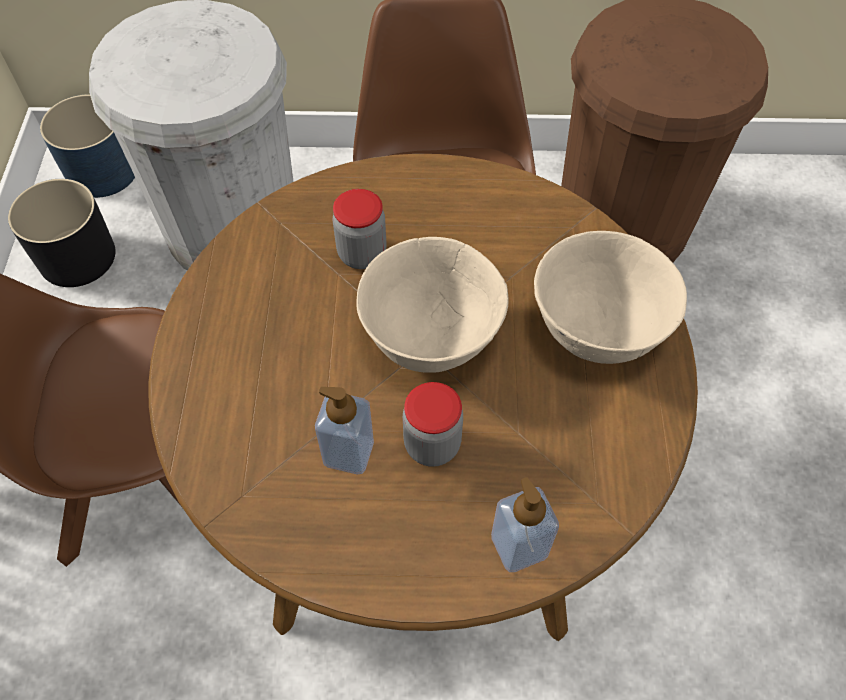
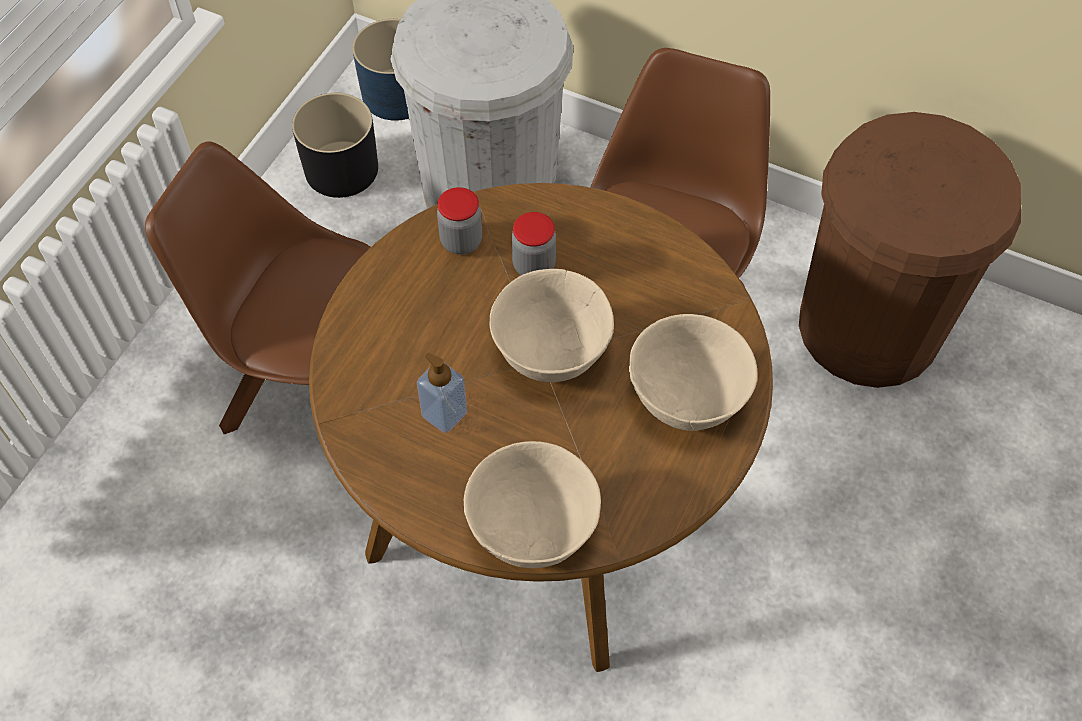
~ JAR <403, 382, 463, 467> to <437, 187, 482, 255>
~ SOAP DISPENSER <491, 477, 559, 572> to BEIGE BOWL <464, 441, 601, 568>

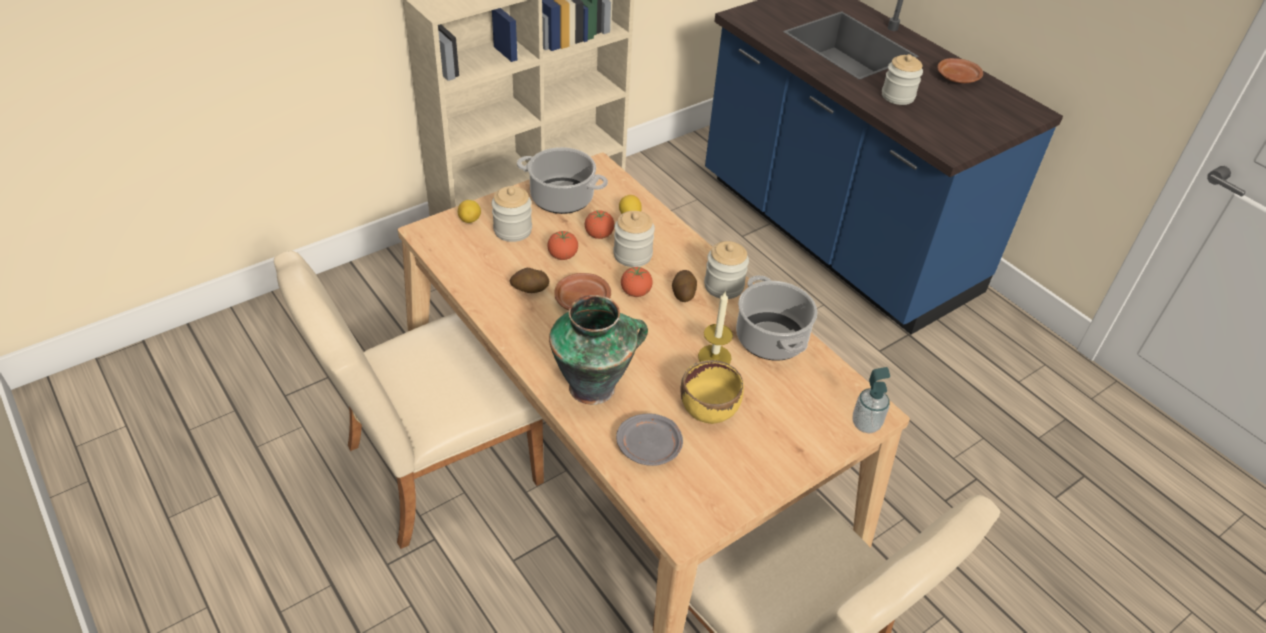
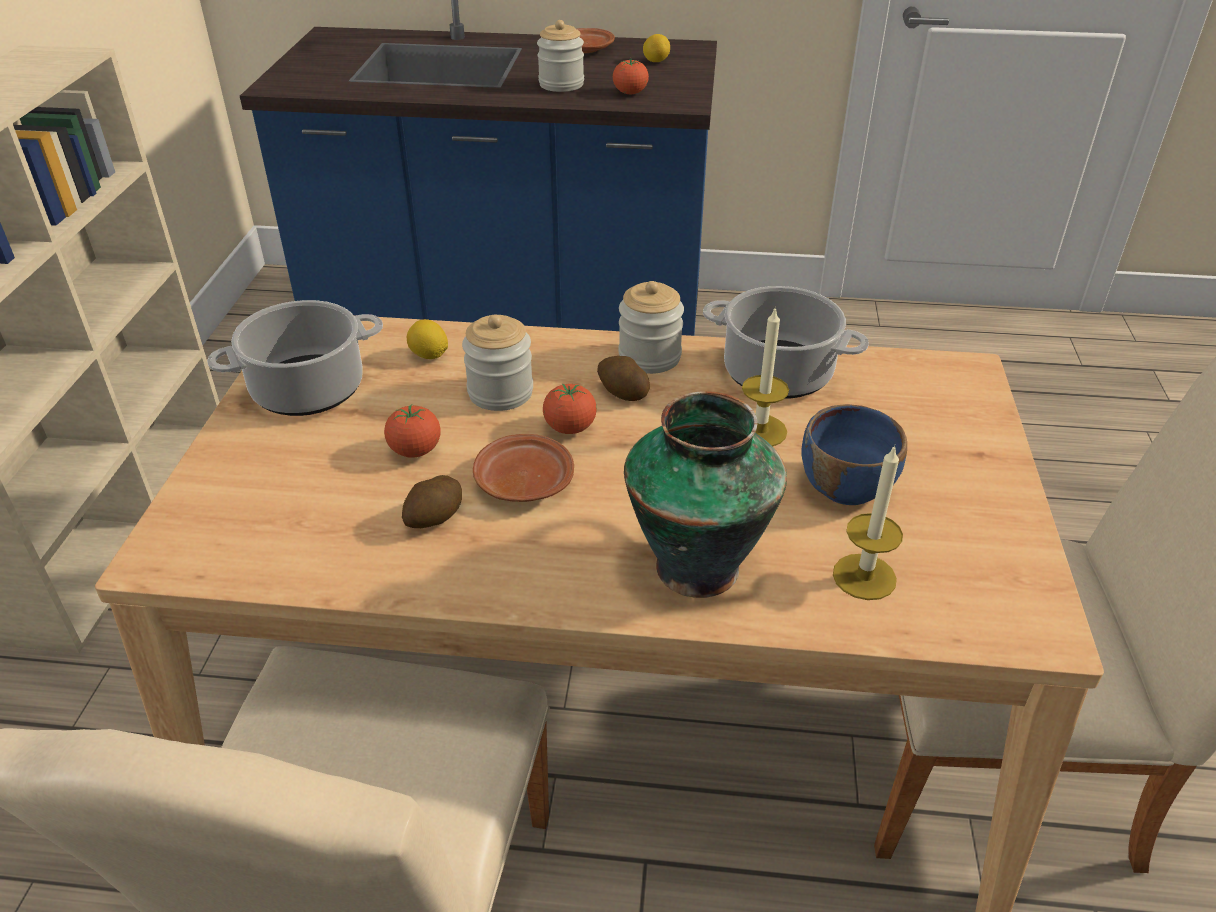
~ TOMATO <585, 210, 615, 239> to <613, 59, 649, 94>
~ LEMON <458, 200, 481, 223> to <643, 34, 670, 62>
~ YELLOW BOWL <681, 360, 744, 424> to BLUE BOWL <801, 404, 907, 505>
~ GREY PLATE <616, 414, 683, 466> to CANDLE <833, 445, 903, 600>
- JAR <492, 186, 532, 242>
- SOAP DISPENSER <853, 367, 890, 433>

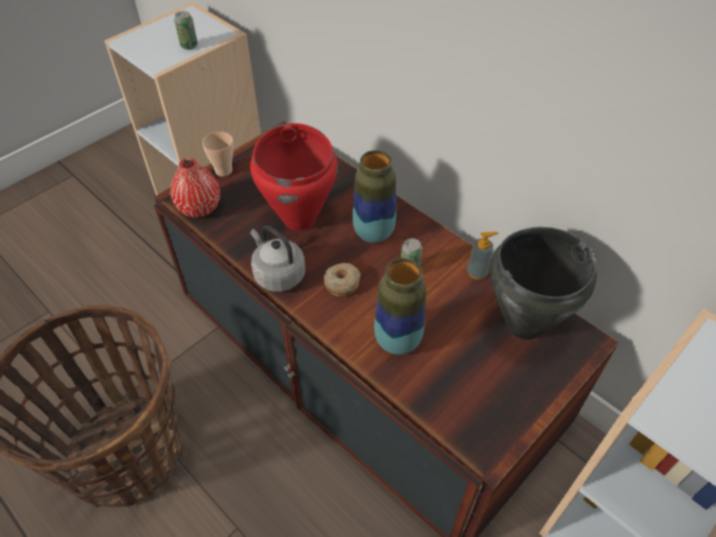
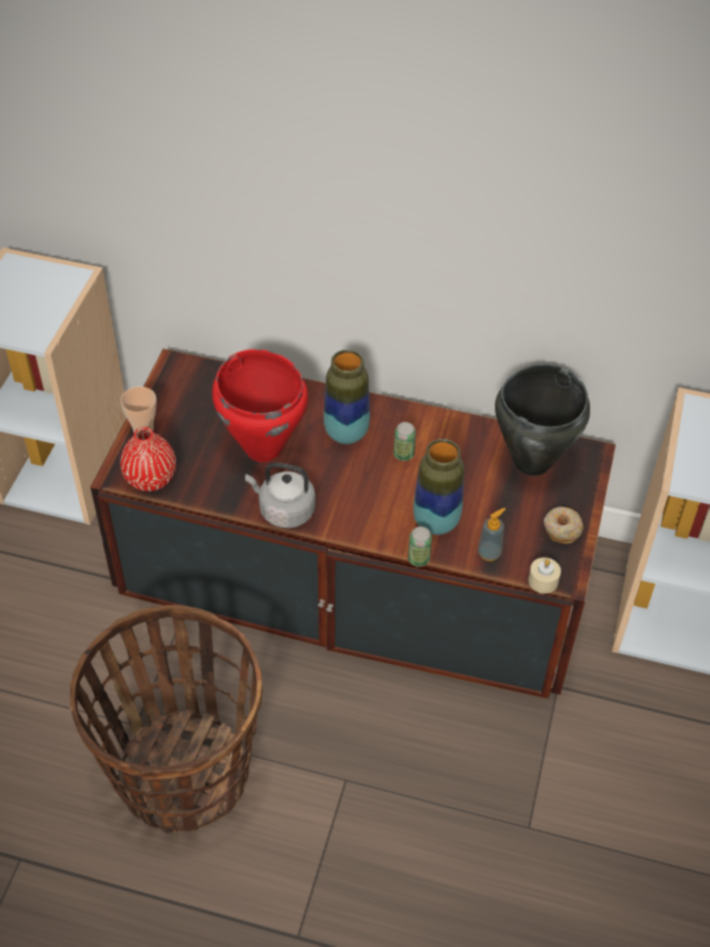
~ CAN <174, 11, 198, 50> to <408, 527, 432, 567>
~ SOAP DISPENSER <467, 232, 498, 280> to <478, 508, 506, 561>
+ BEIGE CANDLE <528, 557, 561, 594>
~ DONUT <324, 263, 360, 297> to <544, 506, 584, 544>

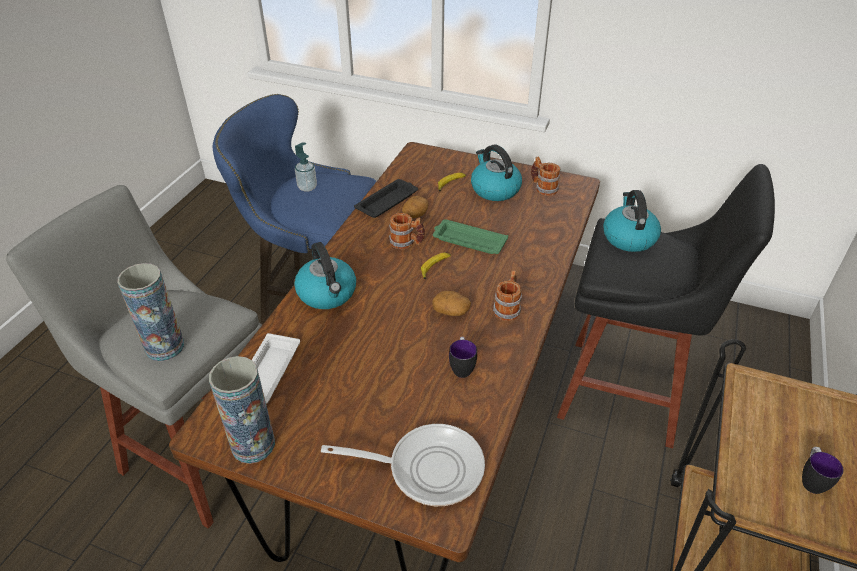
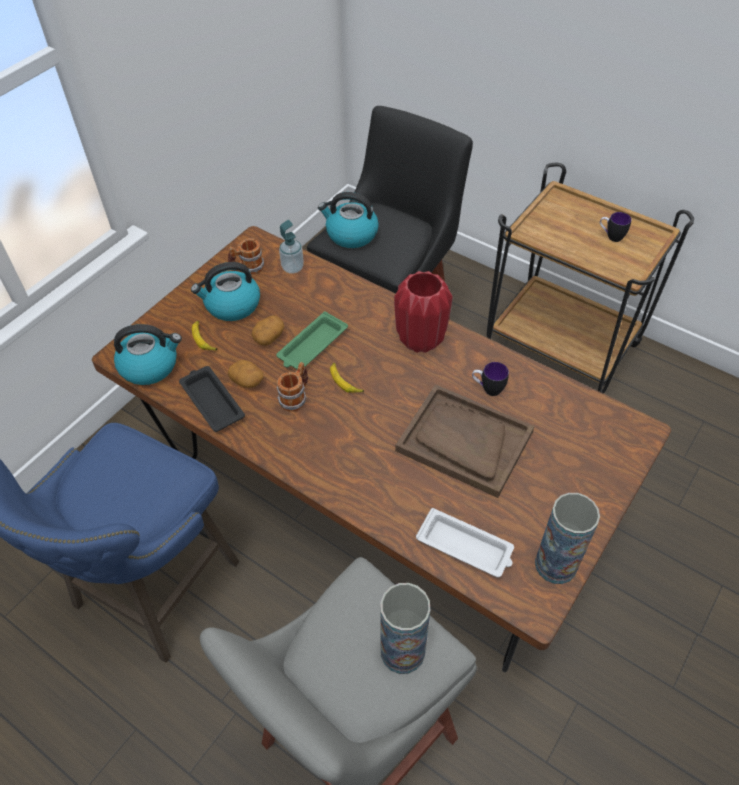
~ KETTLE <294, 242, 356, 309> to <114, 324, 182, 385>
~ POTATO <432, 291, 471, 316> to <252, 315, 284, 346>
~ SOAP DISPENSER <295, 142, 317, 192> to <279, 220, 304, 274>
~ MUG <493, 270, 522, 321> to RED VASE <394, 271, 453, 353>
+ BROWN TRAY <395, 384, 534, 498>
- FRYING PAN <321, 424, 485, 506>

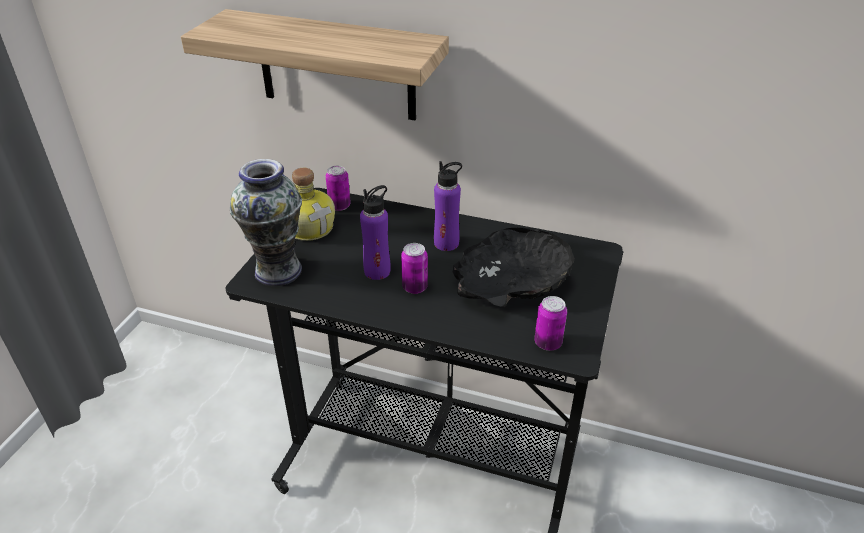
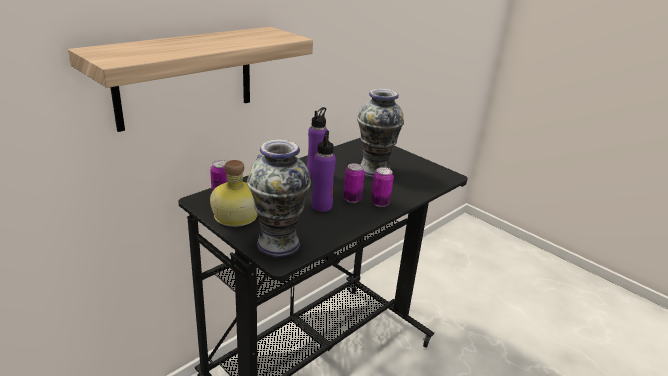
~ BLACK BOWL <453, 228, 575, 307> to VASE <357, 89, 404, 178>
~ CAN <534, 296, 567, 351> to <371, 167, 394, 207>

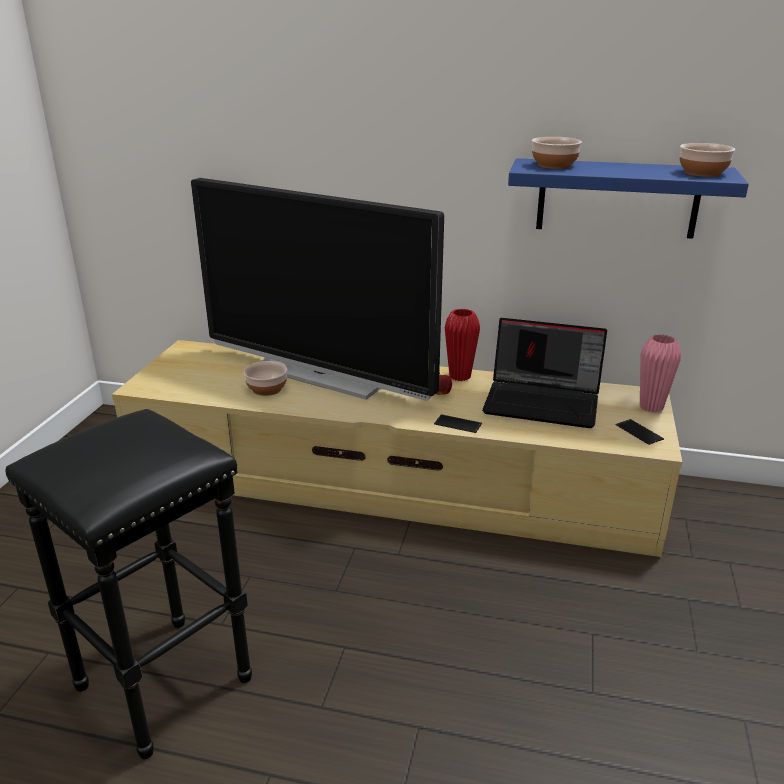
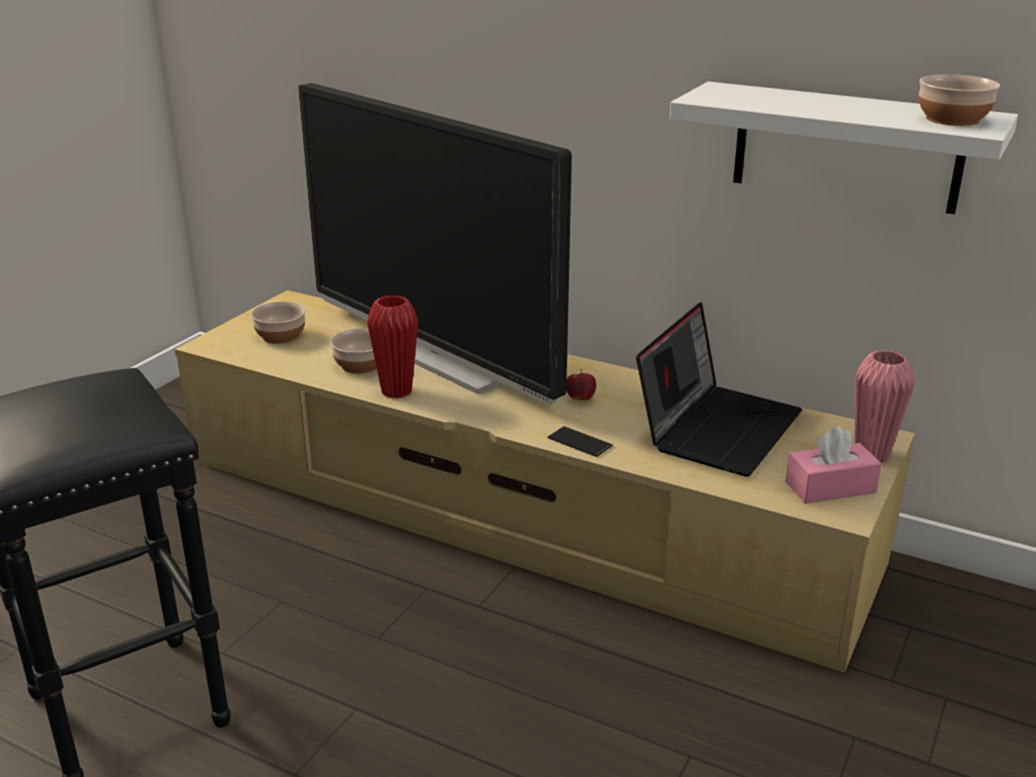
~ BOWL <532, 137, 582, 169> to <251, 301, 306, 344>
~ RED VASE <445, 309, 480, 381> to <367, 295, 418, 398>
~ LAPTOP <482, 318, 607, 428> = <636, 302, 802, 477> 90 degrees counterclockwise
~ BLUE SHELF <508, 158, 749, 239> to WHITE SHELF <670, 81, 1018, 214>
~ PHONE <615, 419, 664, 445> to PINK TISSUE BOX <785, 426, 882, 504>

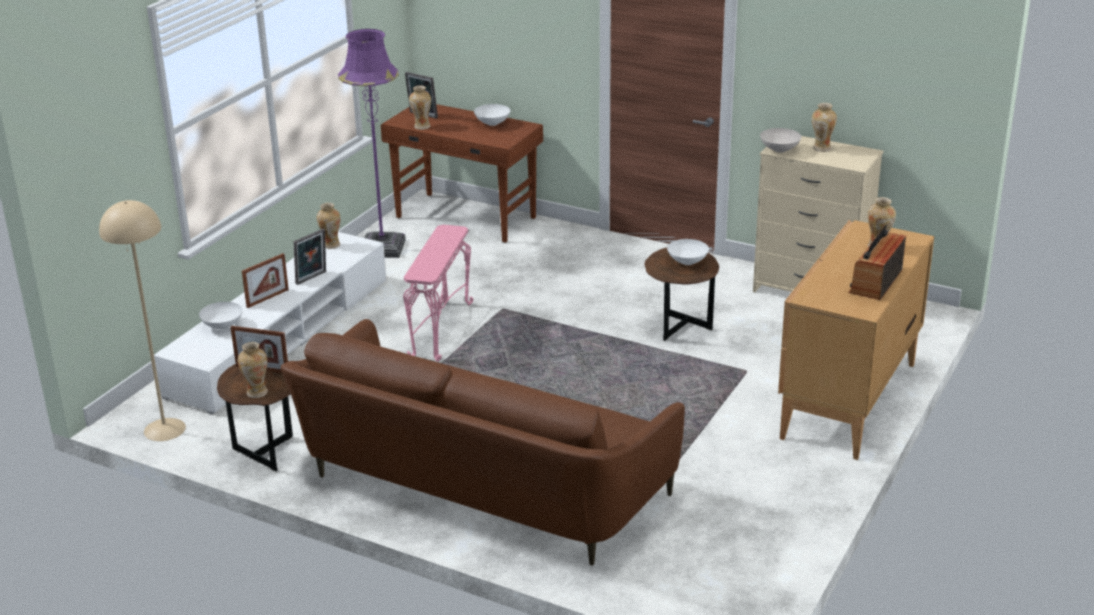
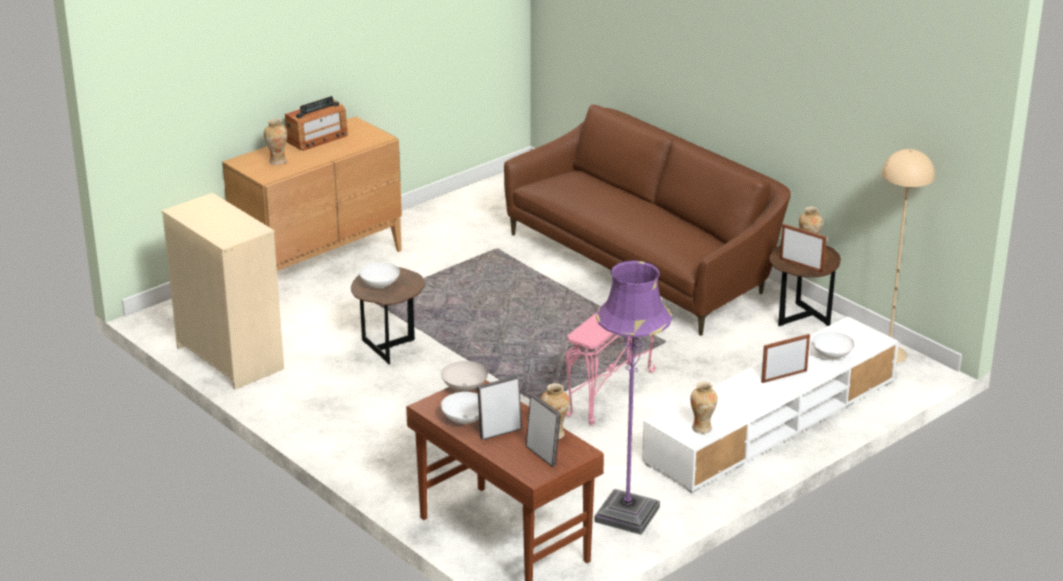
~ WHITE BOWL <760, 128, 801, 153> to <441, 361, 488, 392>
~ PICTURE FRAME <293, 229, 326, 285> to <477, 376, 522, 440>
- VASE <812, 103, 837, 152>

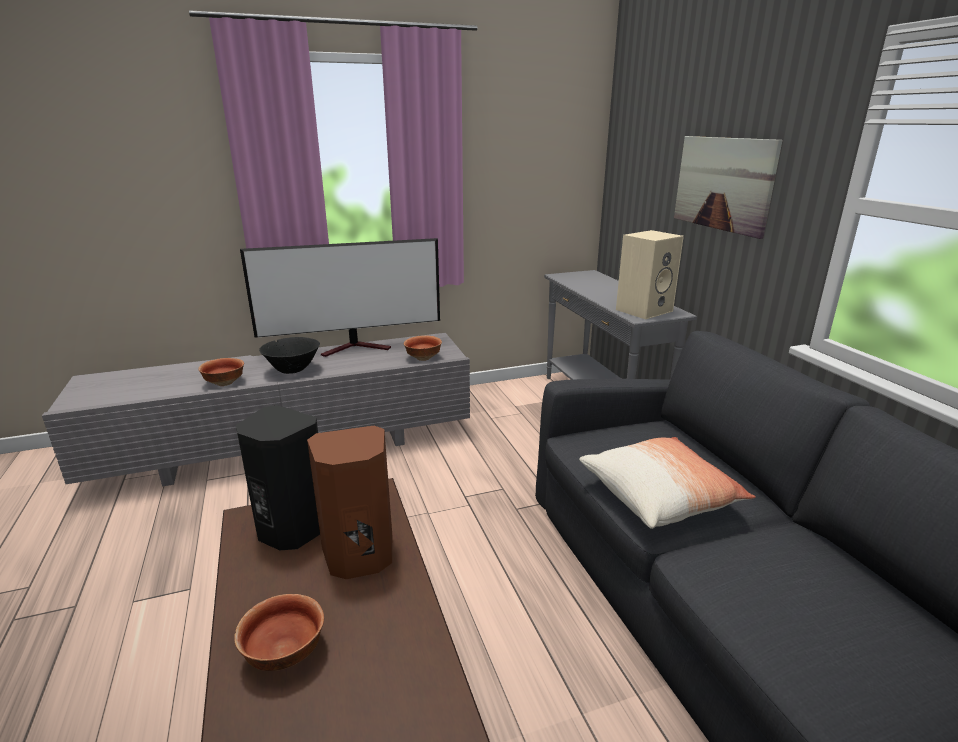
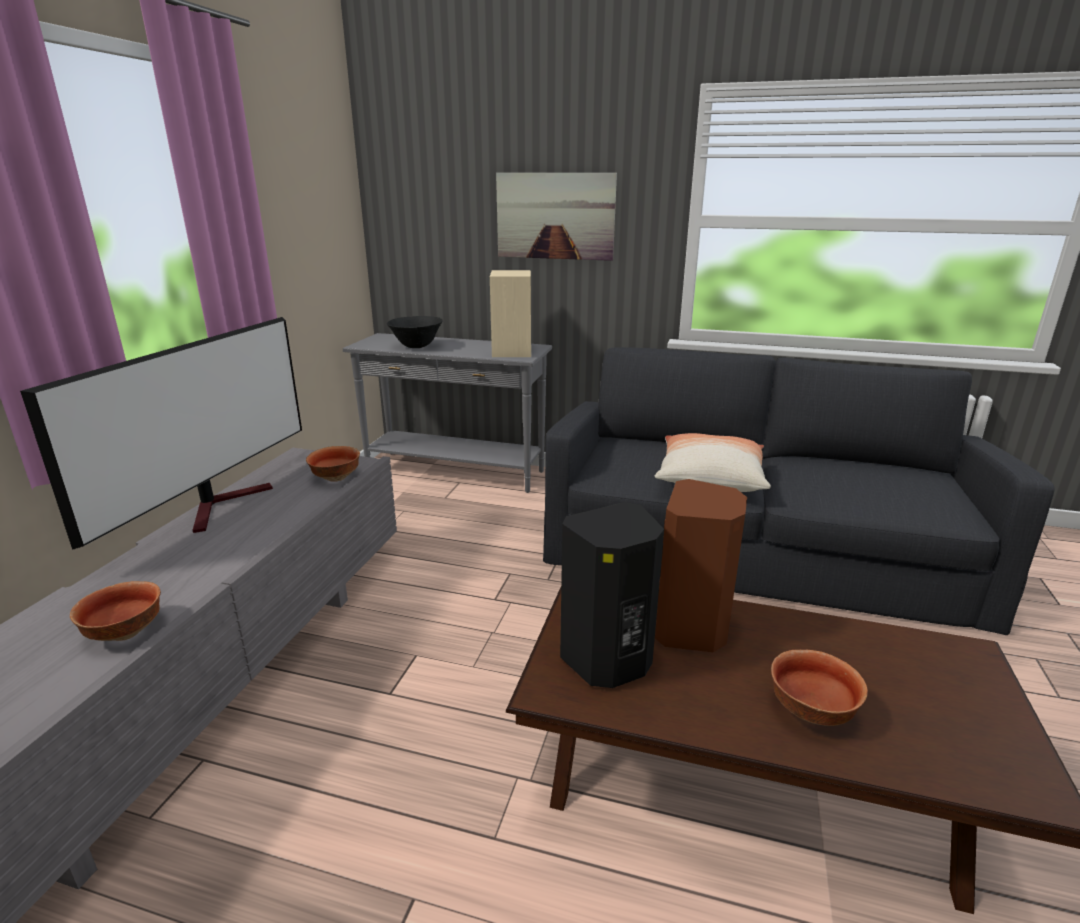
~ BLACK BOWL <259, 337, 320, 374> to <387, 316, 443, 348>

